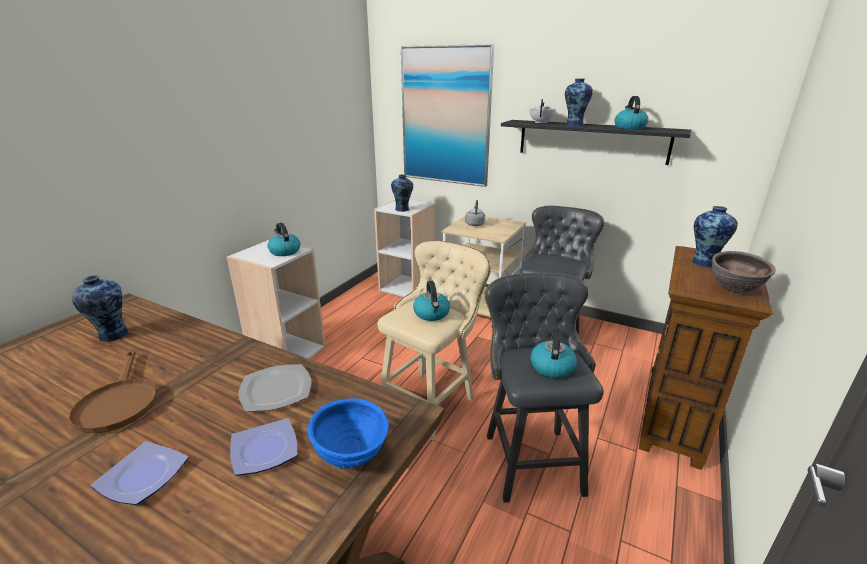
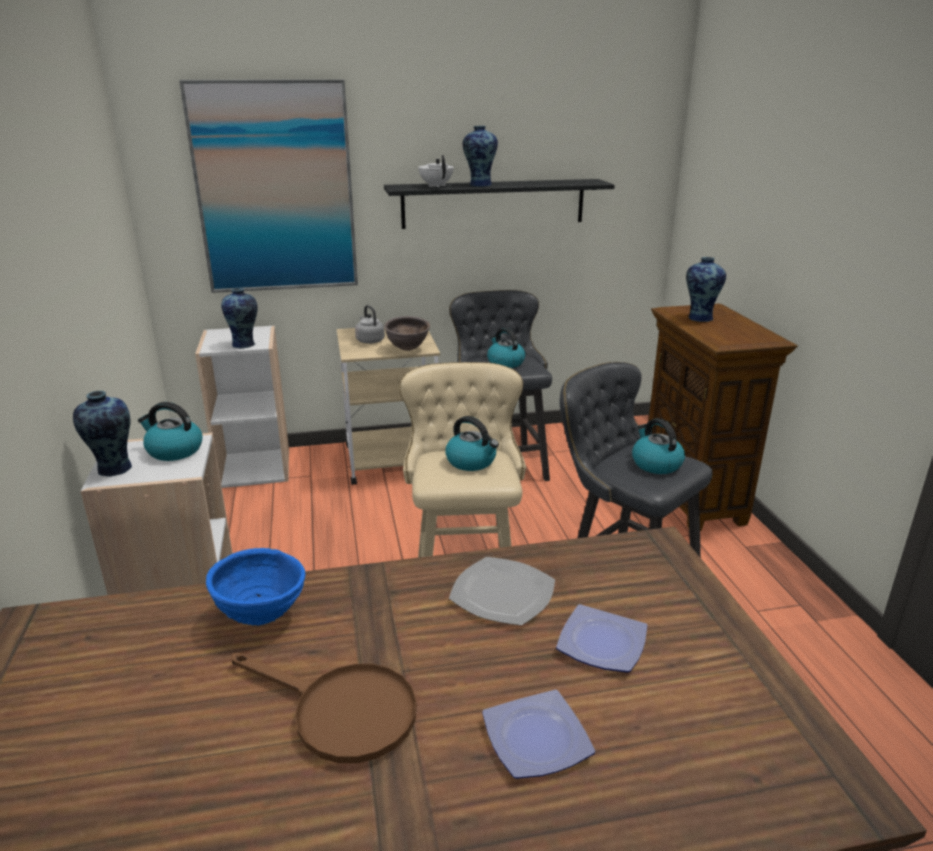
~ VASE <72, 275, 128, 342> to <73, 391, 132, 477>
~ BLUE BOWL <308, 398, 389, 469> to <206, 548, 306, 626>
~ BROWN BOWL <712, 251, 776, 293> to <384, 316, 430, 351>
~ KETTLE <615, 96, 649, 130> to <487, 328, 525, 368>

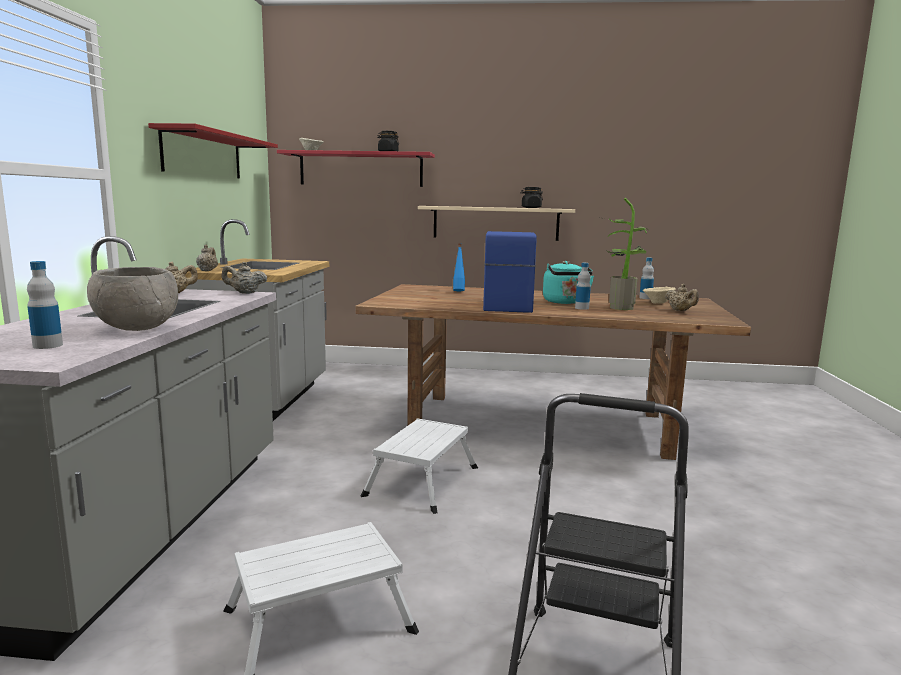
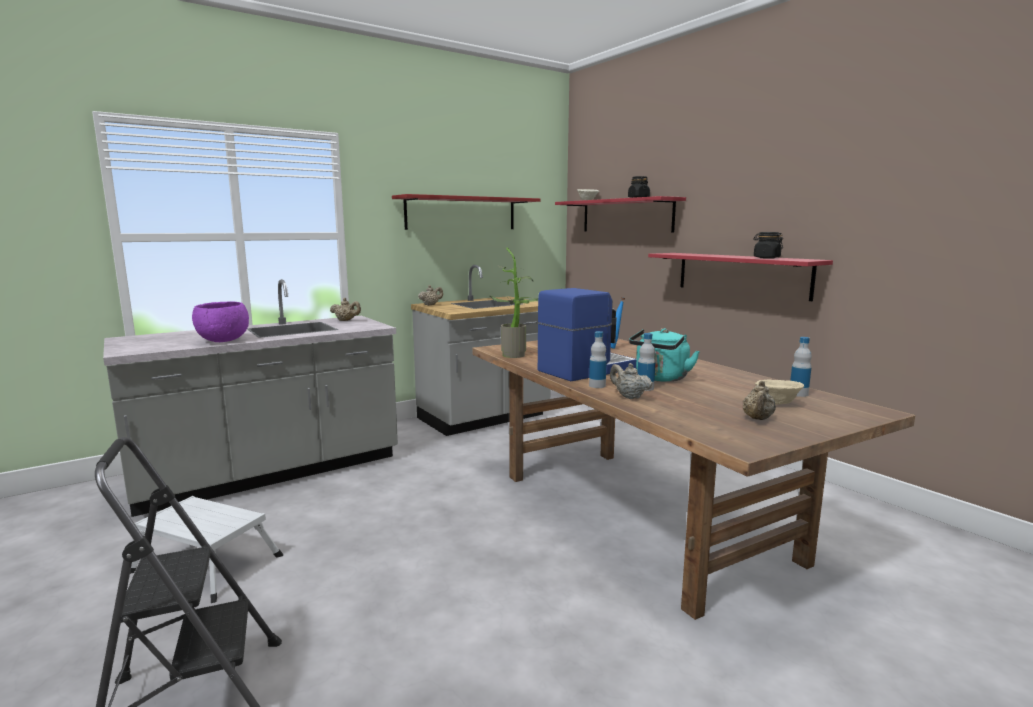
~ GREY BOWL <87, 267, 178, 331> to PURPLE BOWL <192, 301, 249, 342>
~ POTTED PLANT <600, 198, 647, 310> to <490, 247, 538, 358>
~ BOTTLE <27, 261, 63, 349> to <589, 331, 607, 388>
~ BEIGE TEAPOT <221, 262, 267, 294> to <610, 363, 653, 399>
~ BEIGE SHELF <418, 206, 575, 241> to RED SHELF <648, 253, 833, 301>
- WHITE STEP LADDER <360, 418, 478, 514>

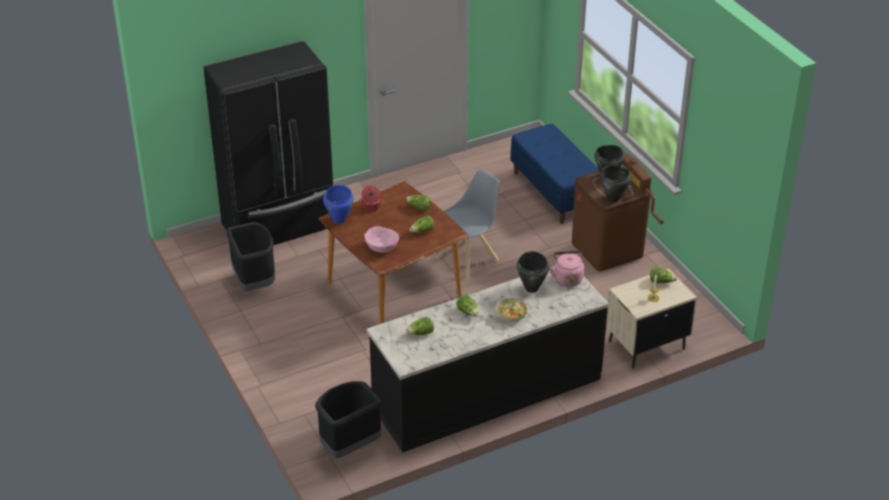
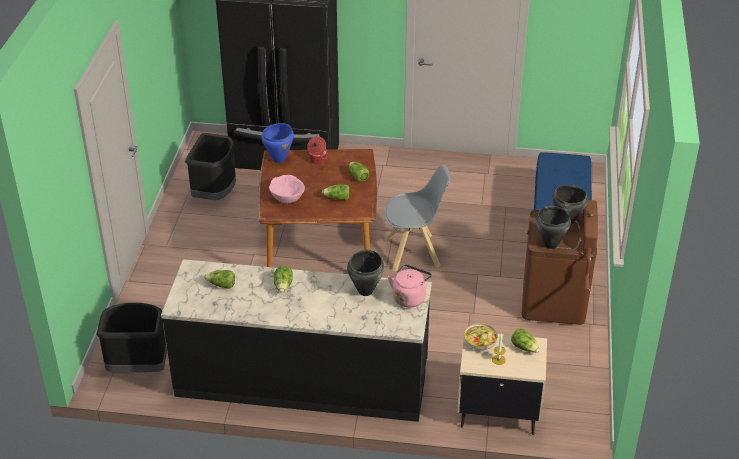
~ BOWL <497, 298, 528, 322> to <464, 323, 498, 351>

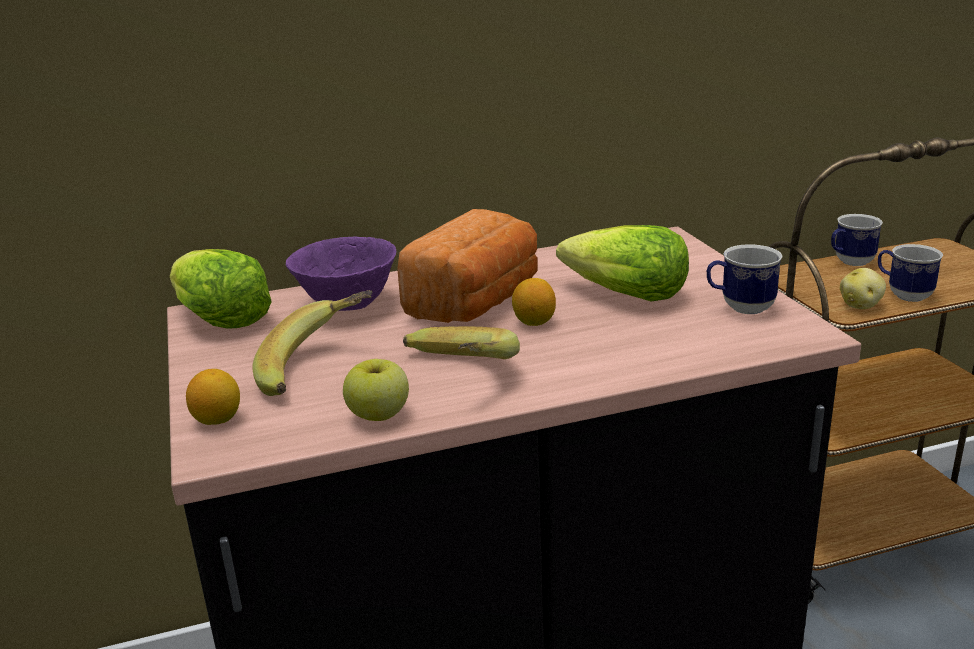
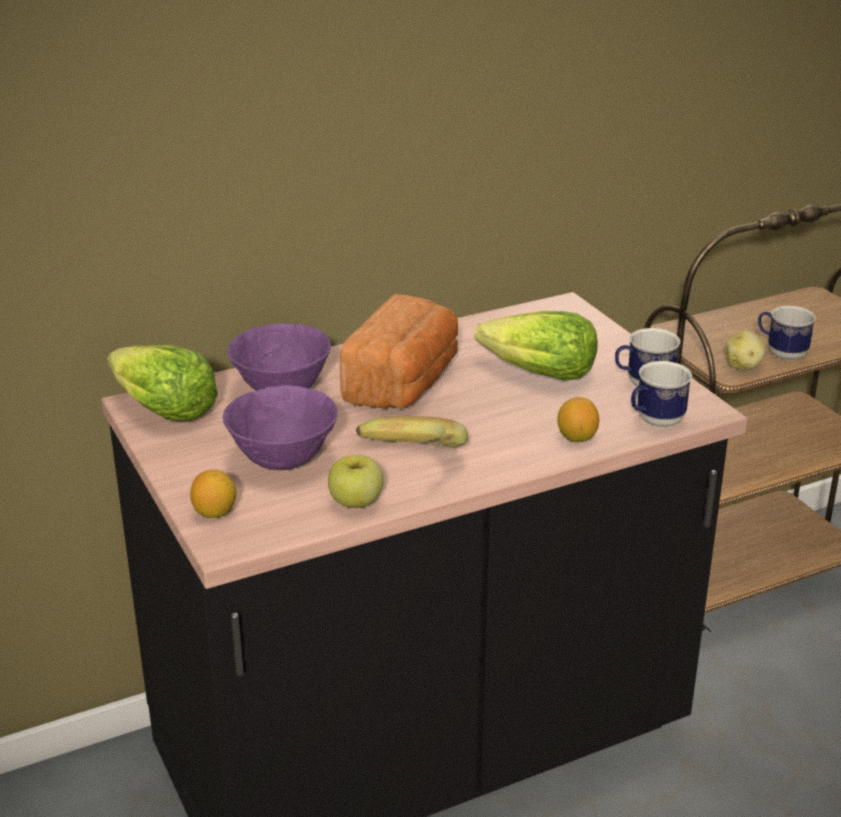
~ BANANA <252, 290, 373, 396> to PURPLE BOWL <223, 385, 338, 470>
~ LEMON <512, 278, 556, 326> to <557, 397, 599, 442>
~ MUG <831, 214, 883, 266> to <631, 361, 692, 428>

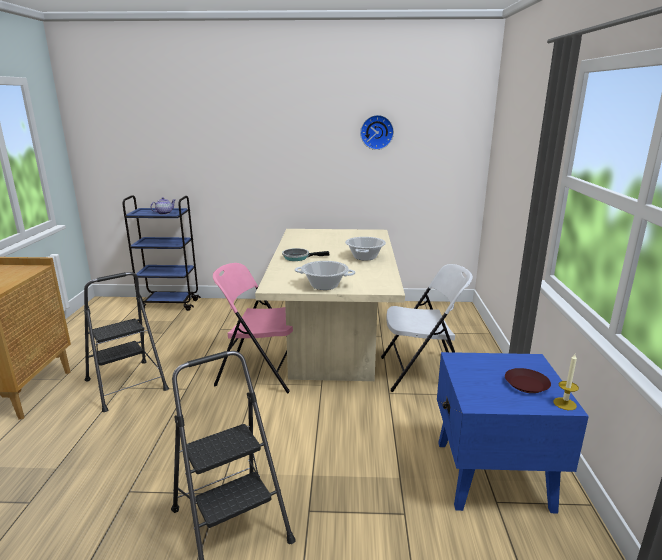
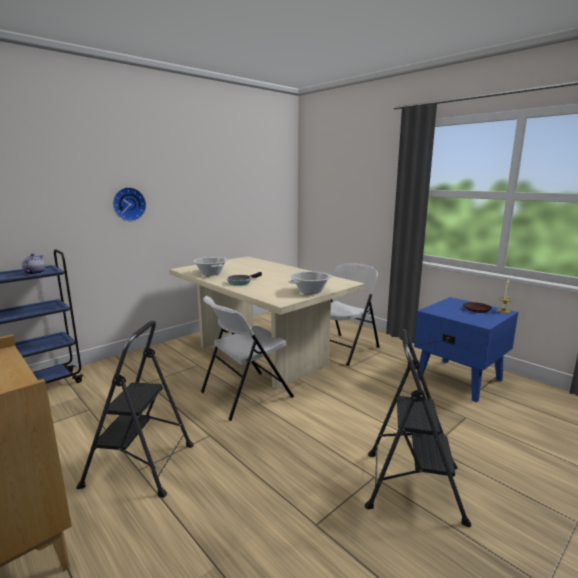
~ WALL CLOCK <360, 115, 394, 150> to <113, 187, 146, 221>
~ COOKING POT <345, 237, 386, 261> to <193, 257, 228, 276>
~ PINK CHAIR <213, 263, 293, 393> to WHITE CHAIR <201, 296, 294, 421>

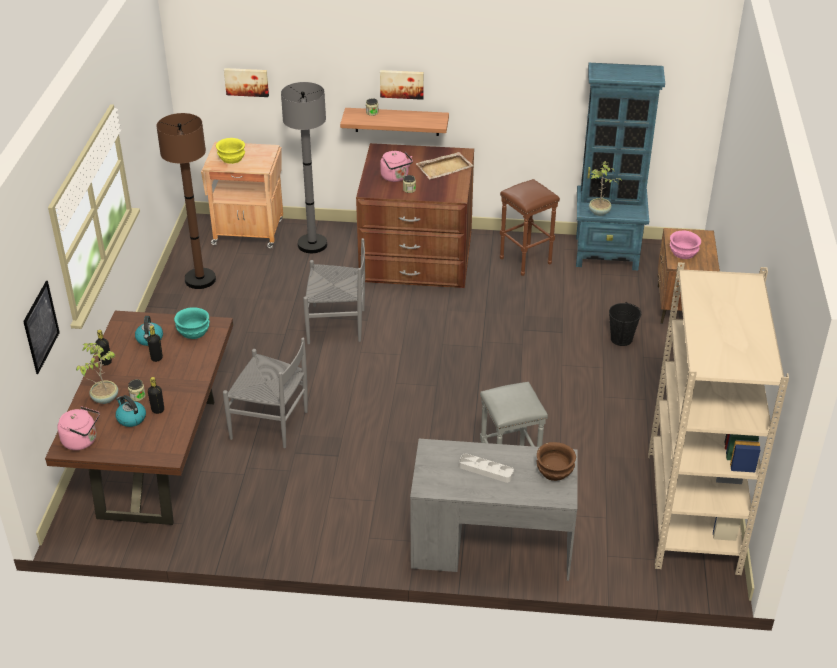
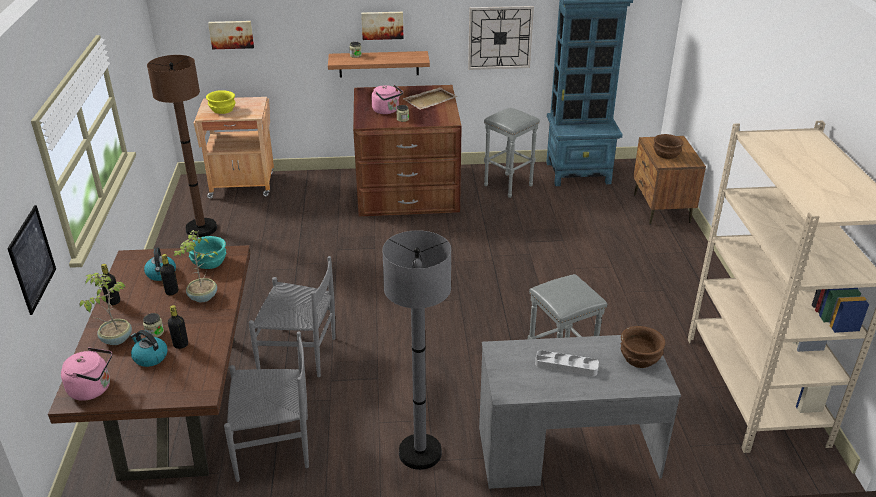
~ POTTED PLANT <589, 161, 622, 216> to <174, 230, 219, 302>
~ GREY CHAIR <303, 238, 365, 344> to <224, 331, 309, 482>
~ GREY FLOOR LAMP <281, 82, 327, 253> to <382, 230, 451, 470>
+ WALL CLOCK <468, 6, 534, 70>
~ BROWN STOOL <500, 179, 560, 276> to GREY STOOL <484, 108, 540, 198>
~ PINK BOWL <670, 231, 701, 259> to BROWN BOWL <653, 134, 684, 159>
- BLACK BUCKET <609, 302, 642, 346>

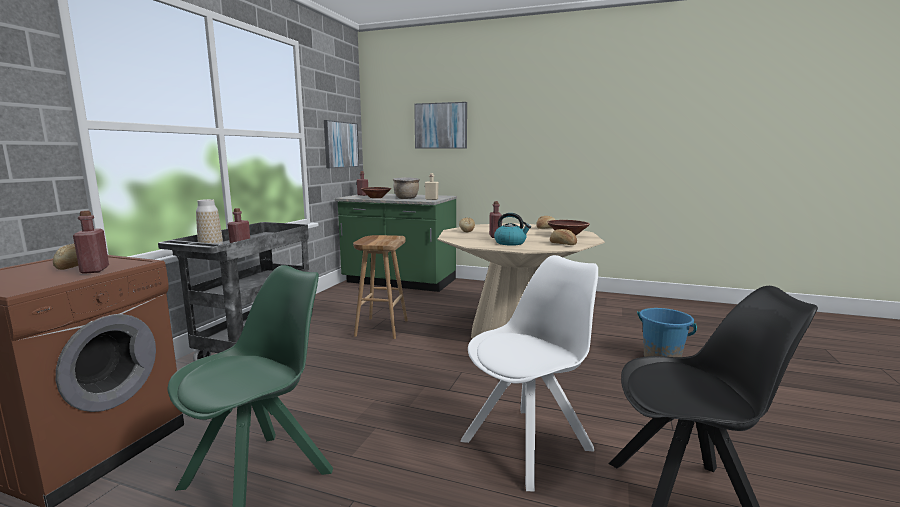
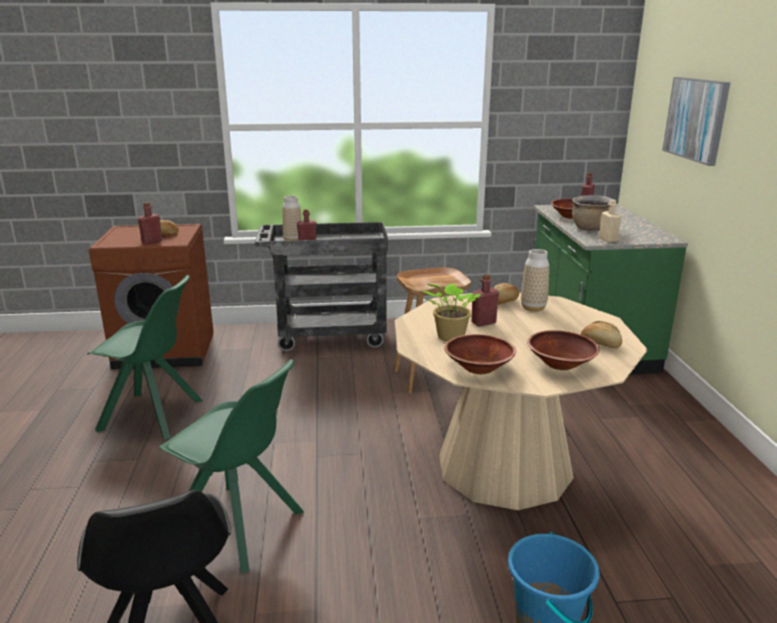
~ WHITE CHAIR <460, 255, 598, 491> to GREEN CHAIR <159, 359, 304, 573>
~ KETTLE <494, 213, 531, 246> to POTTED PLANT <422, 283, 481, 341>
~ BREAD <550, 229, 577, 245> to BROWN BOWL <444, 334, 516, 374>
+ VASE <521, 249, 549, 312>
- PICTURE <324, 120, 359, 168>

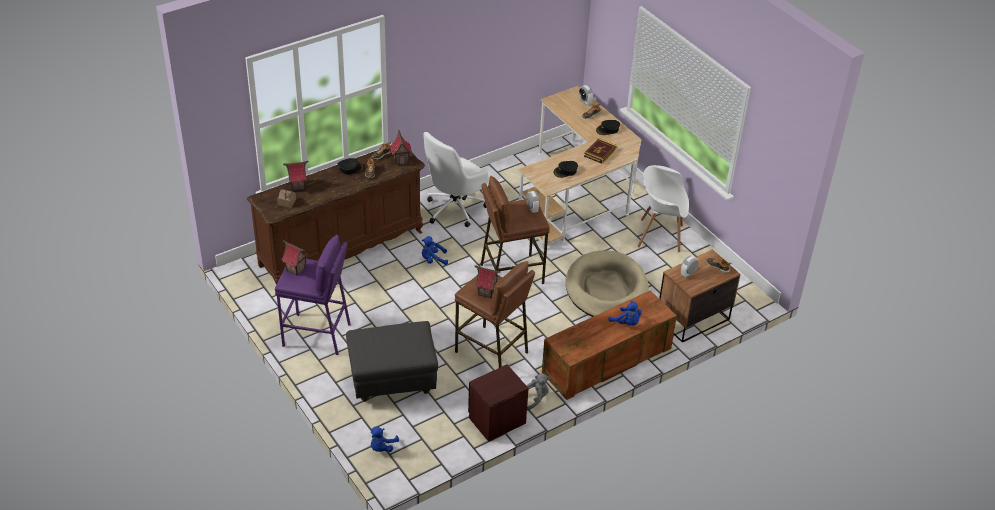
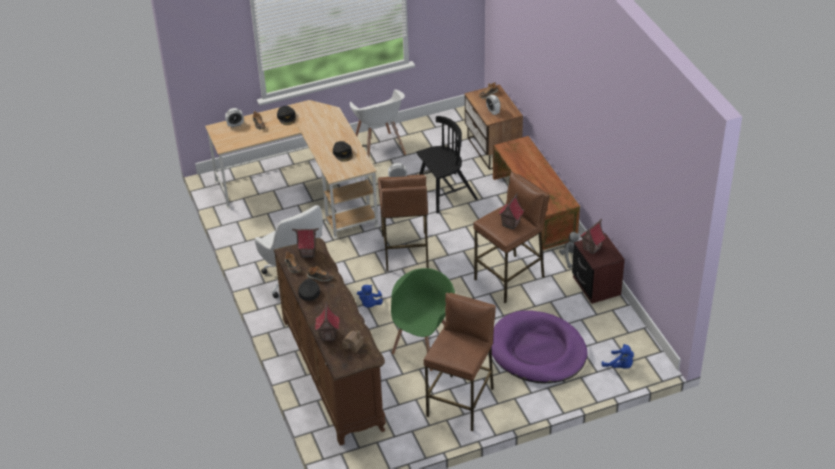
~ WHITE CHAIR <637, 165, 689, 252> = <350, 90, 406, 157> 45 degrees counterclockwise
+ GREEN CHAIR <391, 268, 455, 371>
~ BEIGE DOG BED <566, 250, 649, 317> to BLACK CHAIR <416, 116, 478, 214>
~ PURPLE STOOL <275, 235, 351, 355> to BROWN STOOL <424, 293, 496, 431>
~ GREY OTTOMAN <346, 321, 438, 402> to PURPLE DOG BED <491, 310, 587, 384>
~ TOY HOUSE <282, 240, 308, 276> to <580, 219, 606, 255>
- BOOK <584, 138, 617, 164>
- BLUE PLUSH TOY <608, 301, 642, 326>

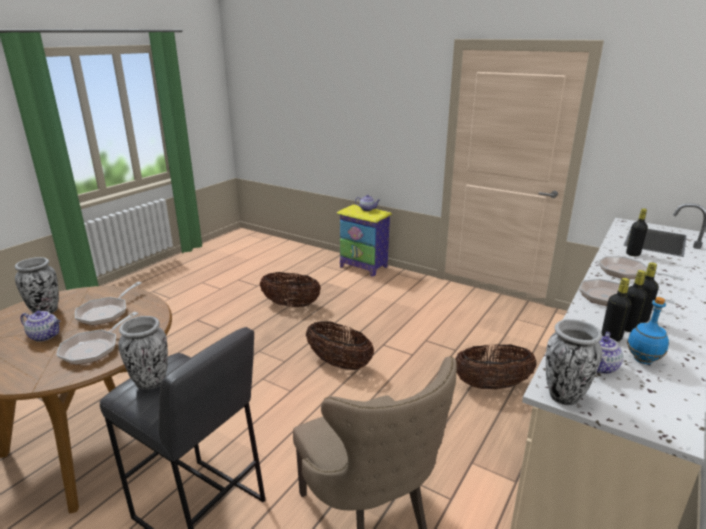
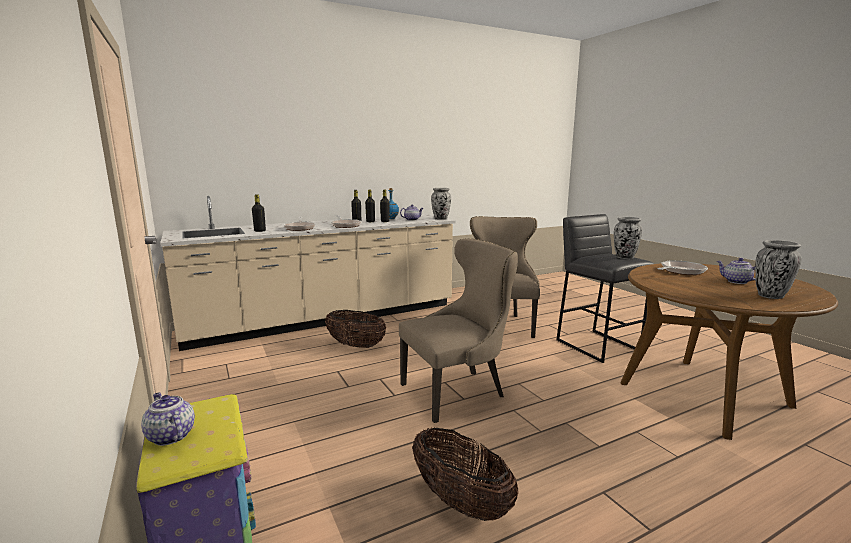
~ BASKET <306, 321, 374, 370> to BEIGE CHAIR <399, 238, 518, 423>
- FRYING PAN <75, 282, 142, 326>

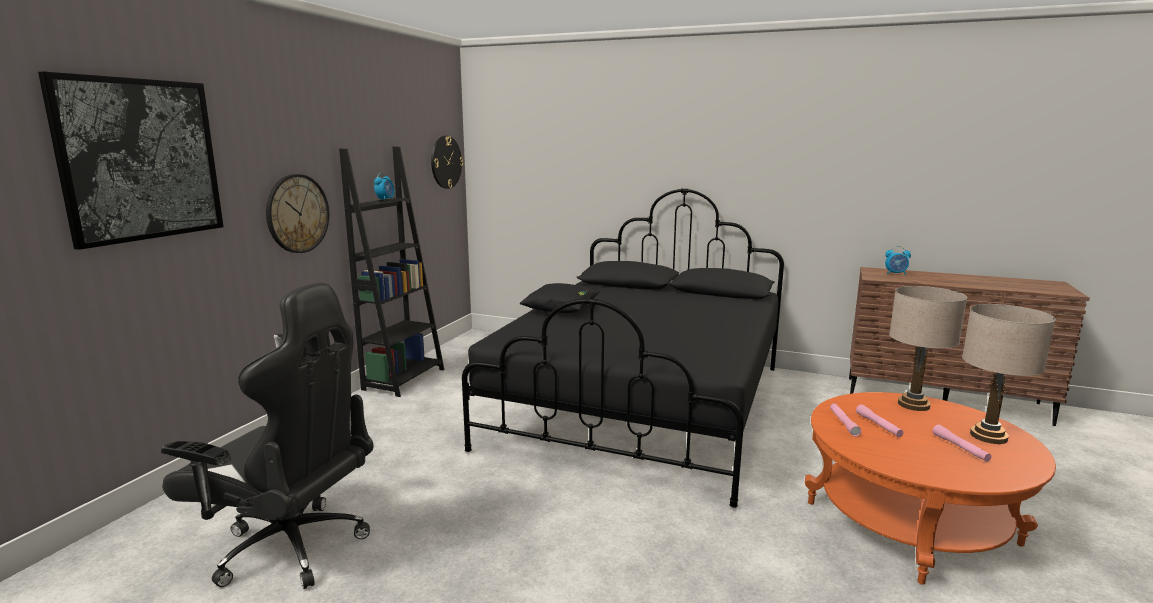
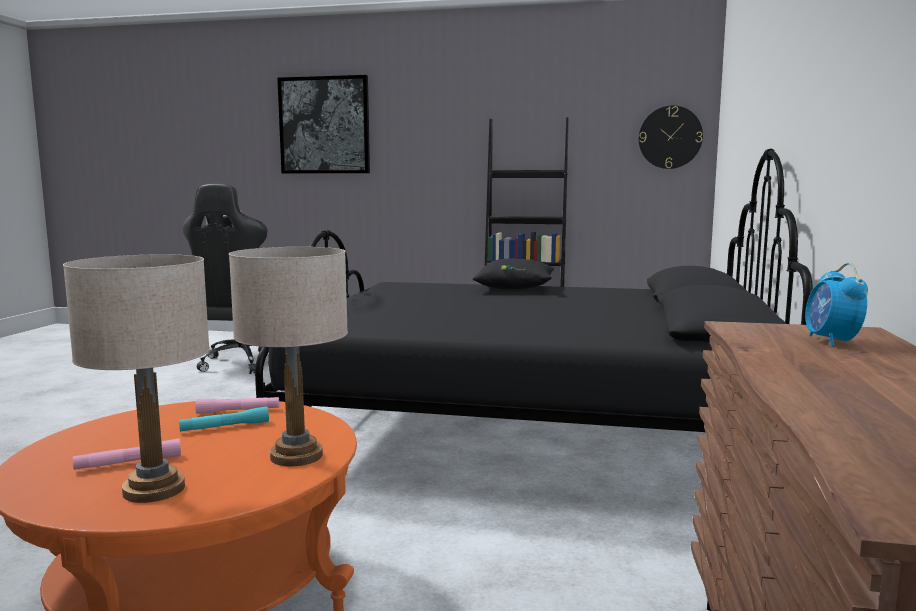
~ PINK FLASHLIGHT <856, 404, 903, 437> to TURQUOISE FLASHLIGHT <179, 406, 269, 432>
- WALL CLOCK <266, 174, 329, 253>
- ALARM CLOCK <374, 173, 394, 201>

